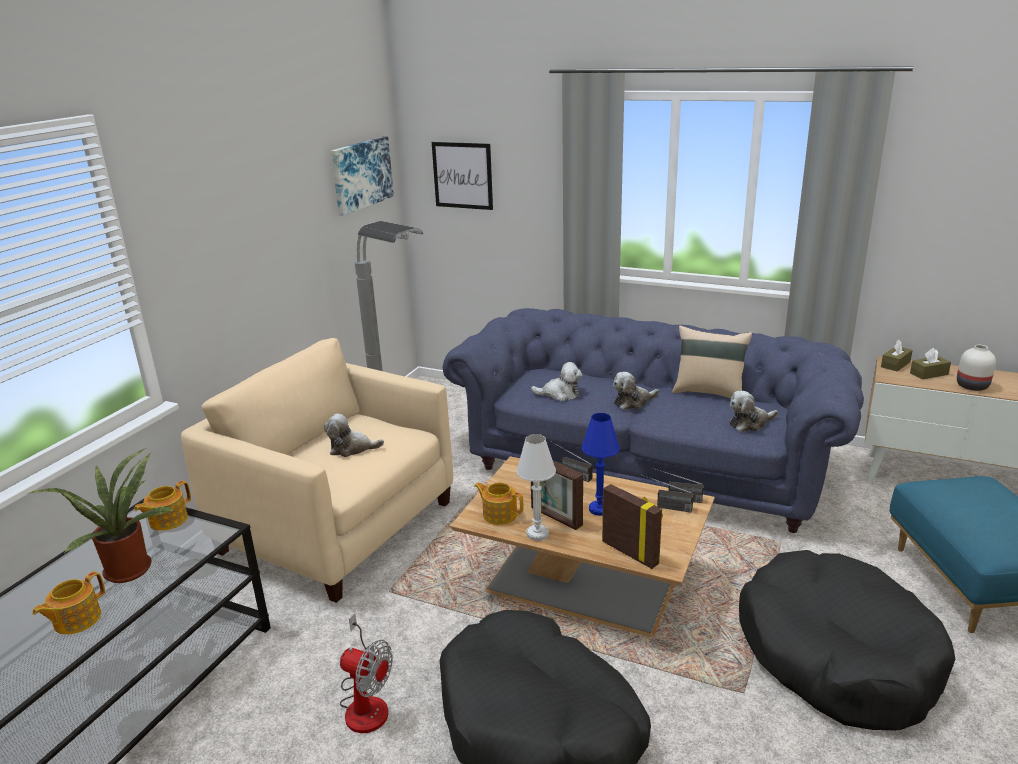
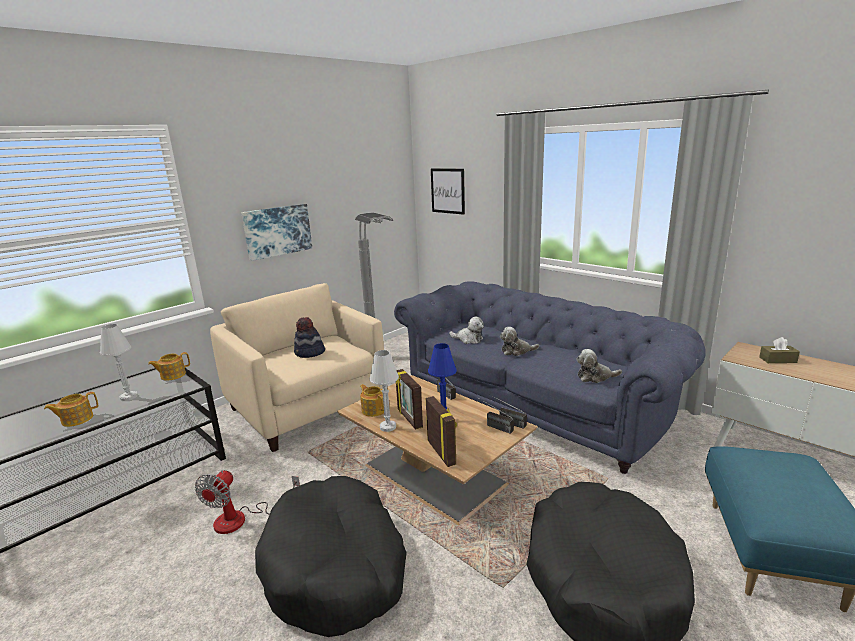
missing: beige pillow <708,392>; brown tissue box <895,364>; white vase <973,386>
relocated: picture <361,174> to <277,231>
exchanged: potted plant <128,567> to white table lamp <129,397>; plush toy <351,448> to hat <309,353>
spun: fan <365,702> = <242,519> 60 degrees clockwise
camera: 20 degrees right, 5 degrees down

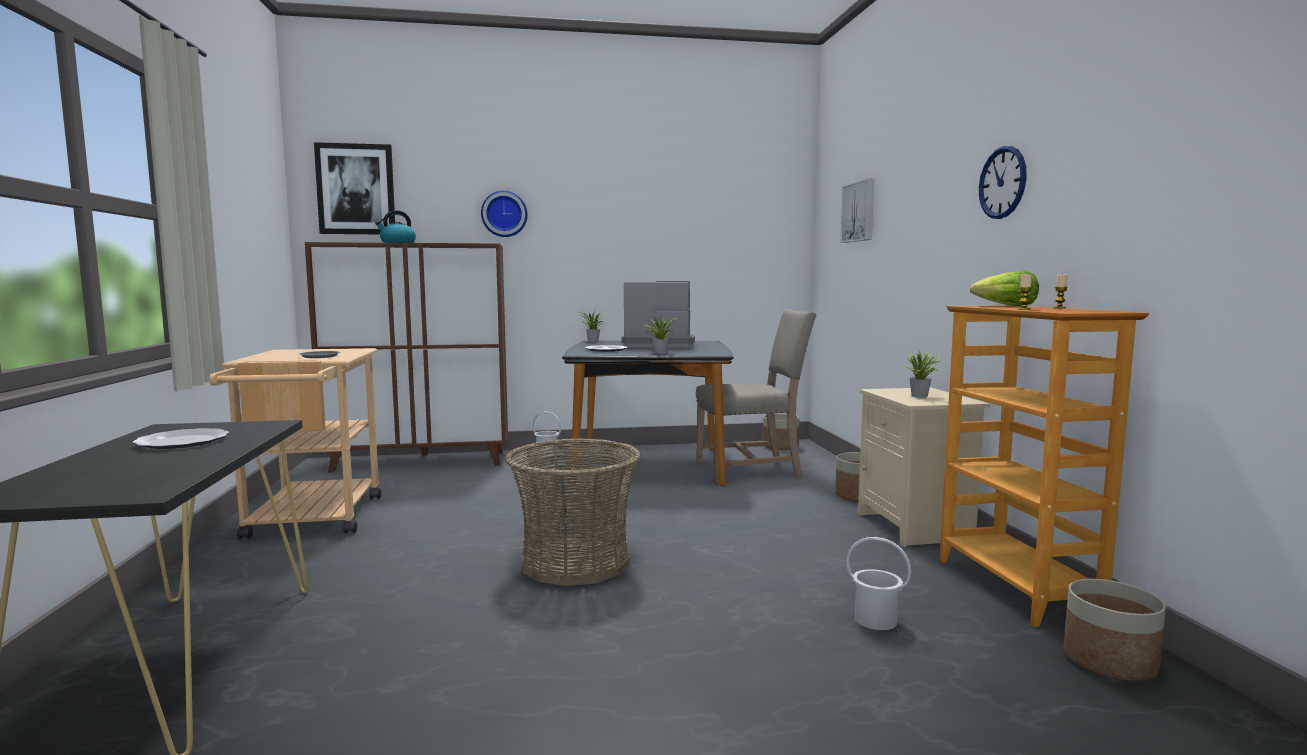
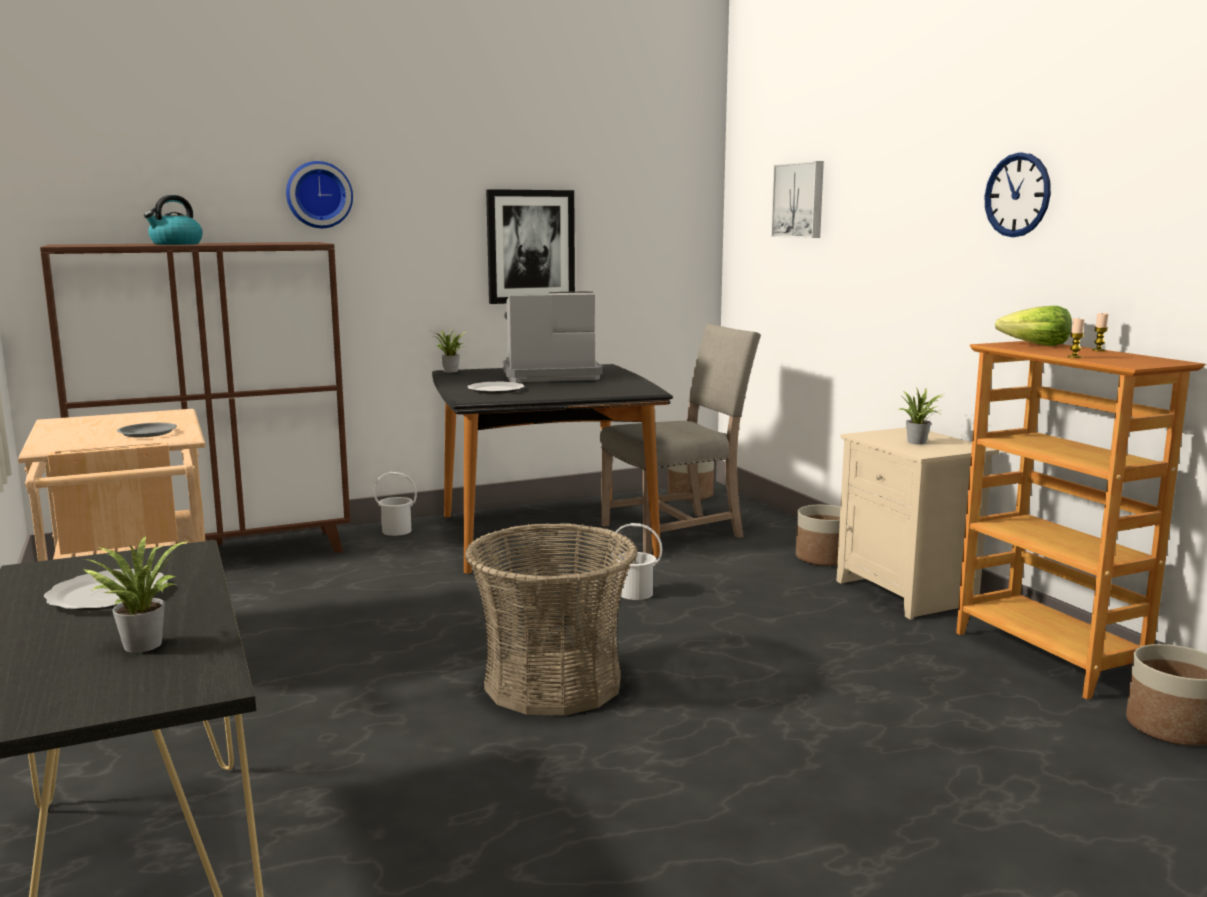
relocated: picture <356,189> to <530,246>; potted plant <659,353> to <140,644>; white bucket <875,620> to <635,593>
camera: 15 degrees left, 5 degrees up

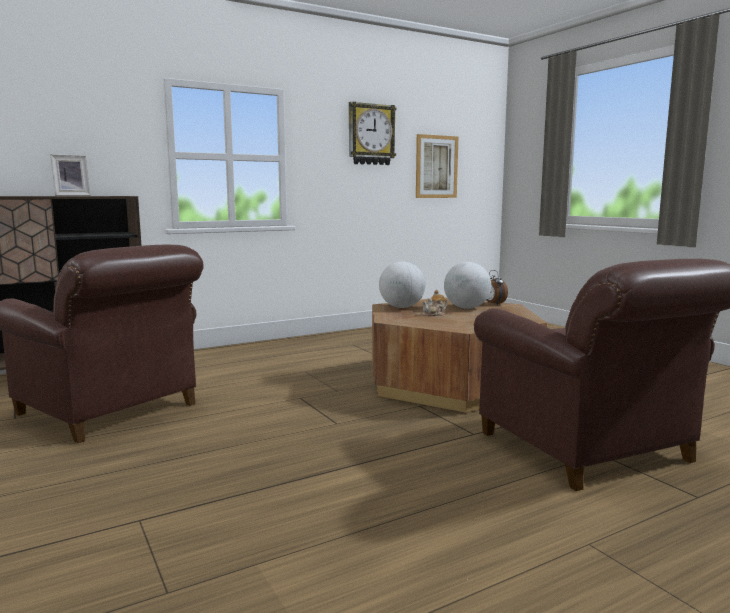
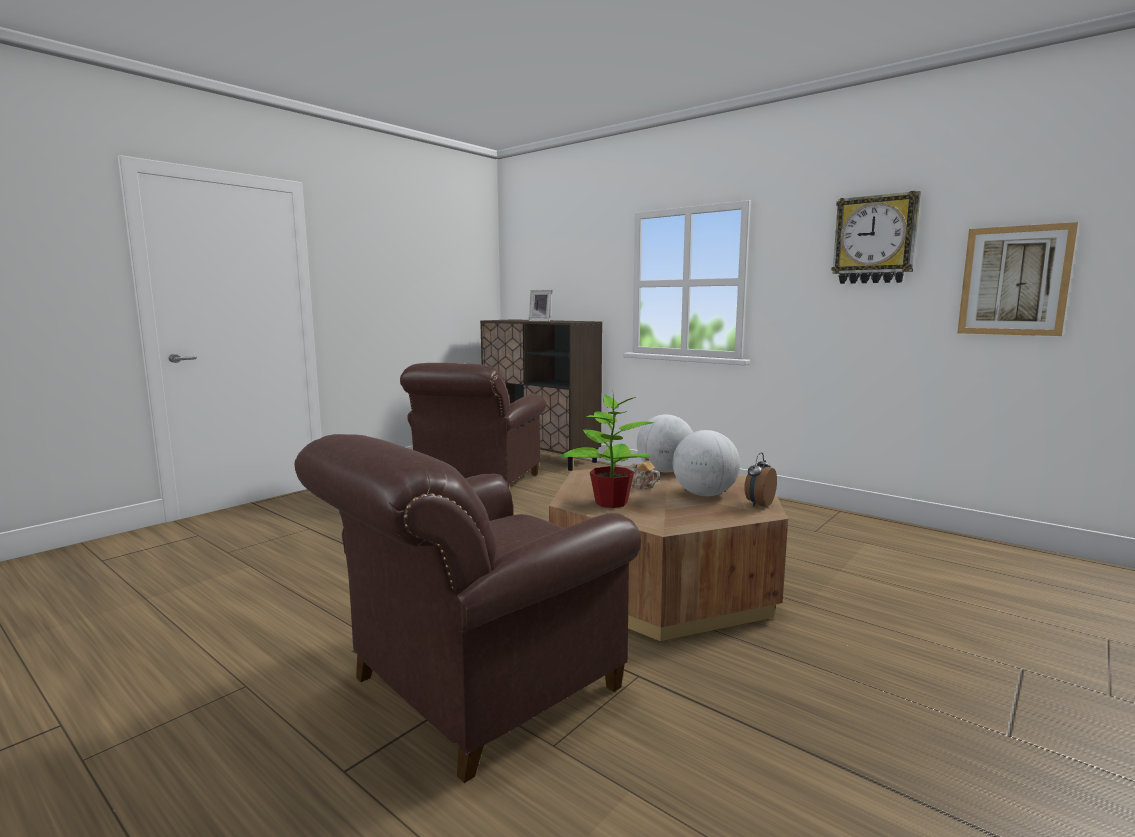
appeared: potted plant <610,502>
camera: 70 degrees right, 0 degrees up

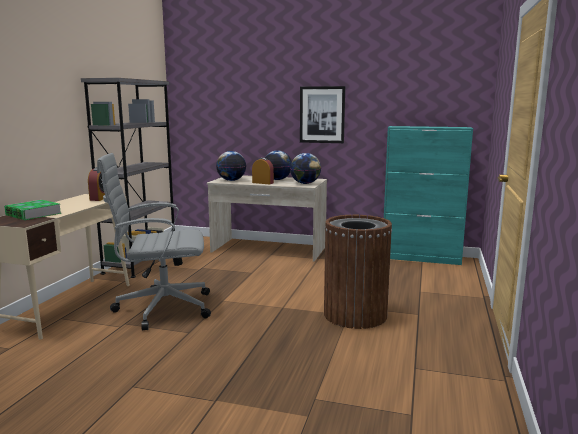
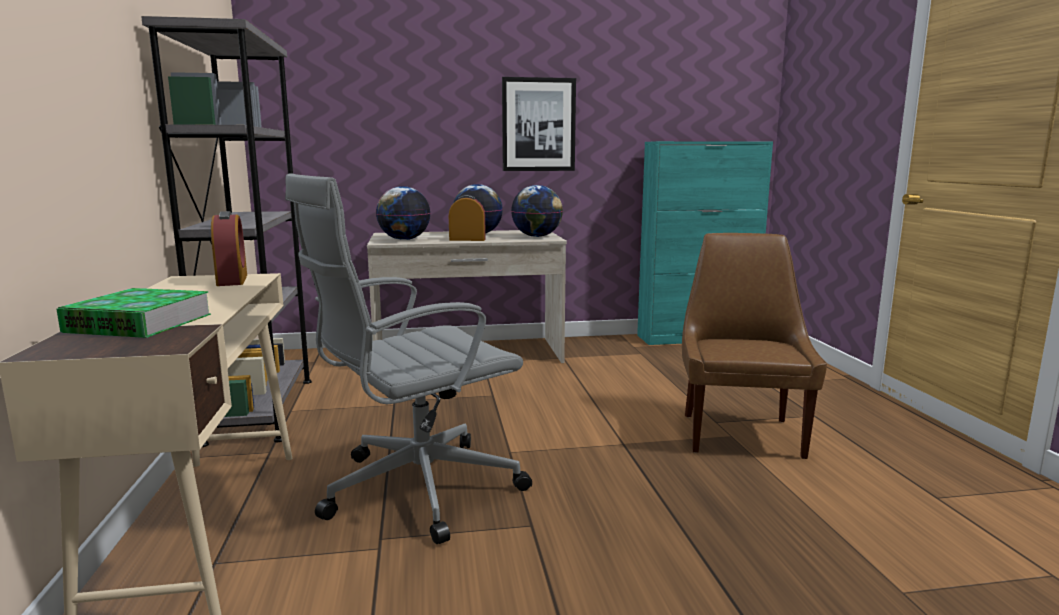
exchanged: brown trash can <355,315> to brown chair <740,433>
camera: 25 degrees left, 0 degrees up

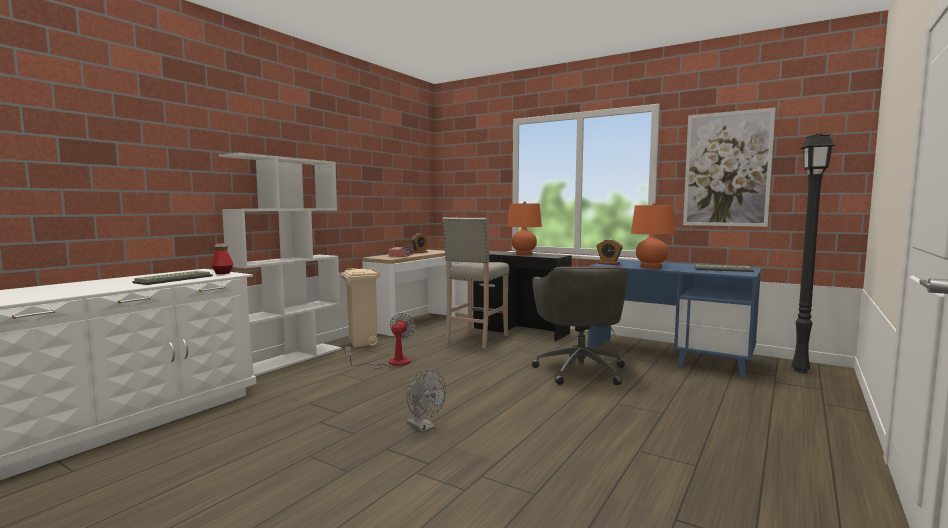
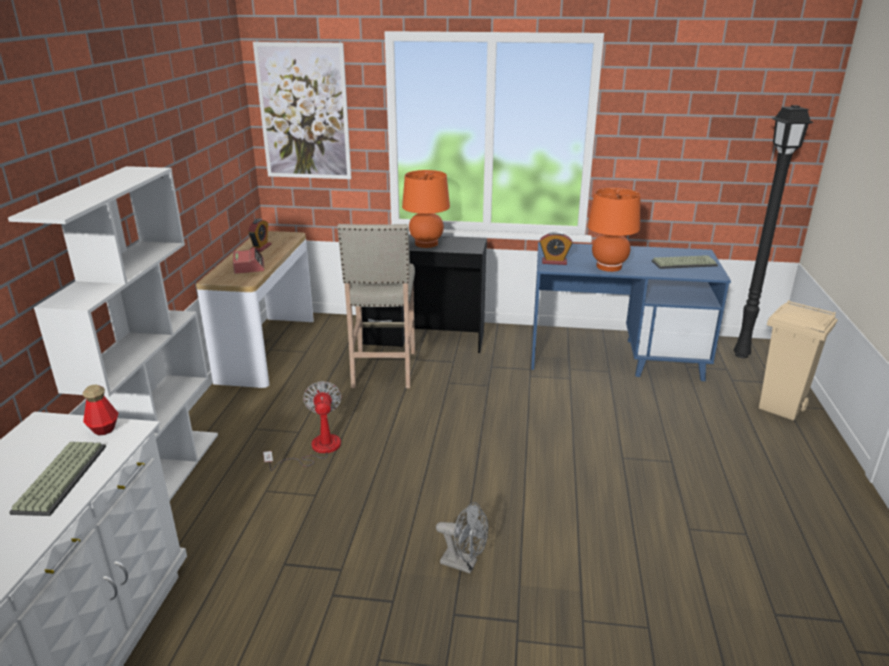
missing: grey office chair <580,370>
relocated: beige trash can <362,343> to <781,408>; picture <727,169> to <304,112>
camera: 25 degrees left, 20 degrees up

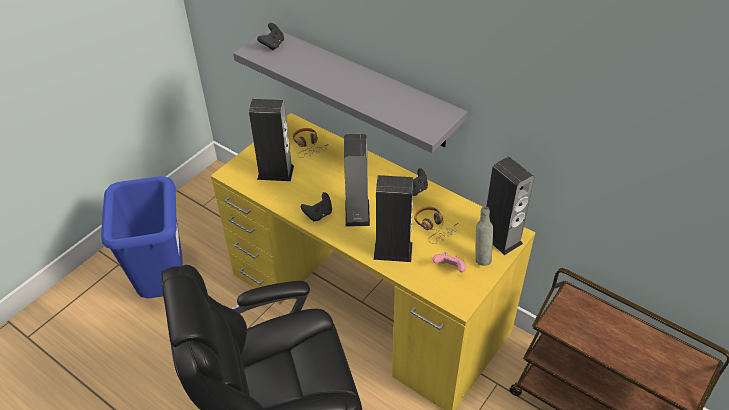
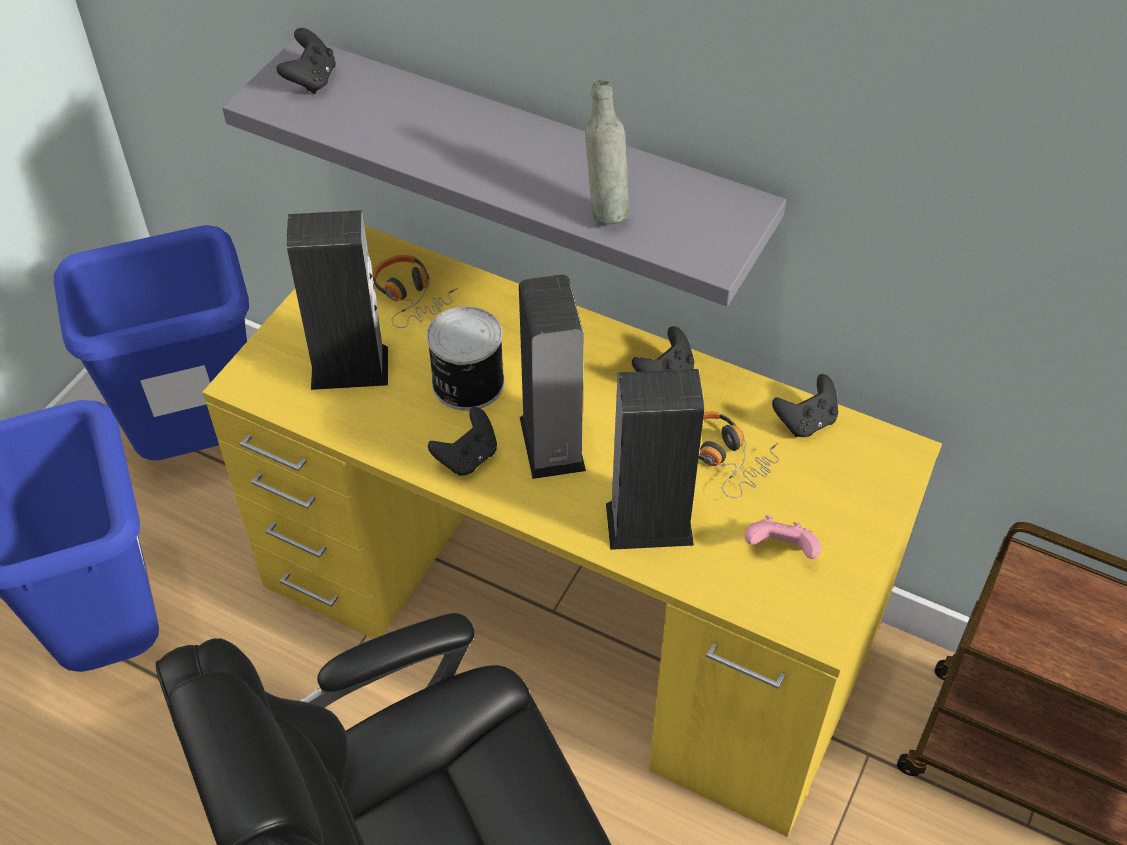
missing: speaker <500,238>
appeared: blue trash can <203,446>; can <466,383>; black game controller <806,422>
relocated: grey bottle <481,257> to <605,209>
camera: 10 degrees left, 5 degrees up

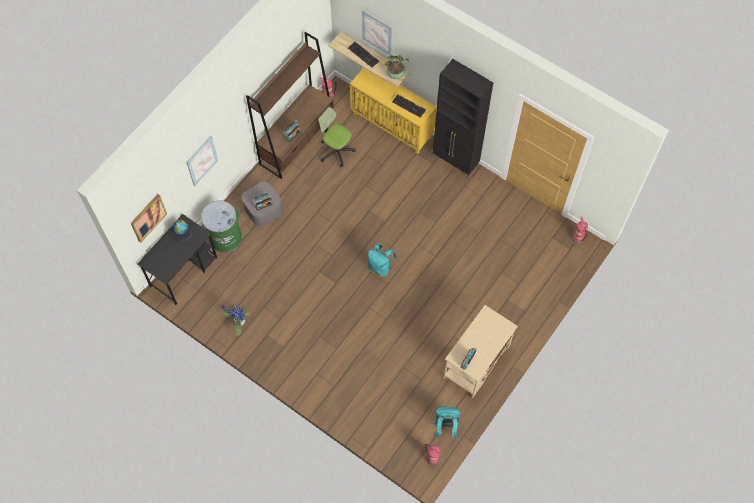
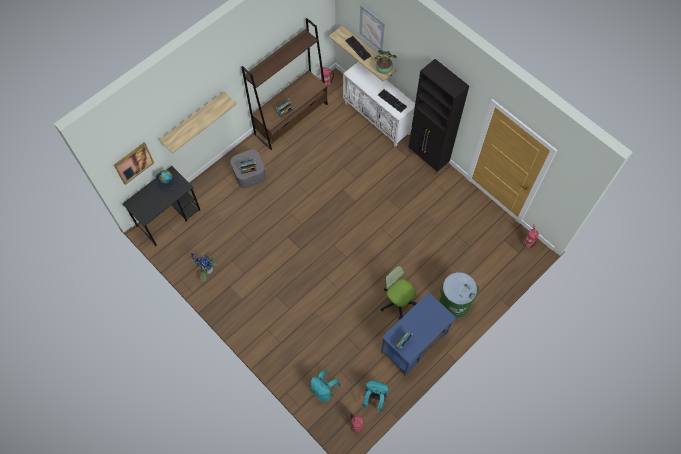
relocated: green trash can <225,237> to <454,304>; office chair <336,151> to <397,301>; turquoise backpack <380,267> to <324,390>
exchanged: picture <202,160> to shelf <193,119>
colour: yellow cabinet <393,125> to white cabinet <378,118>; beige desk <476,362> to blue desk <413,343>
camera: 10 degrees right, 0 degrees up

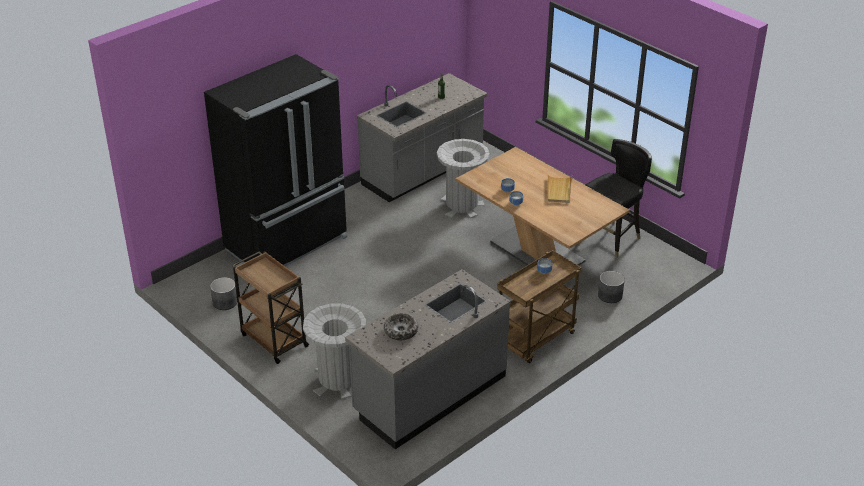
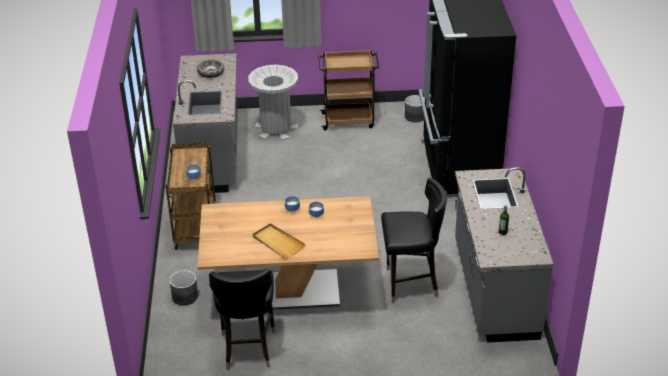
exchanged: grey trash can <462,205> to black chair <410,284>
camera: 130 degrees right, 0 degrees up

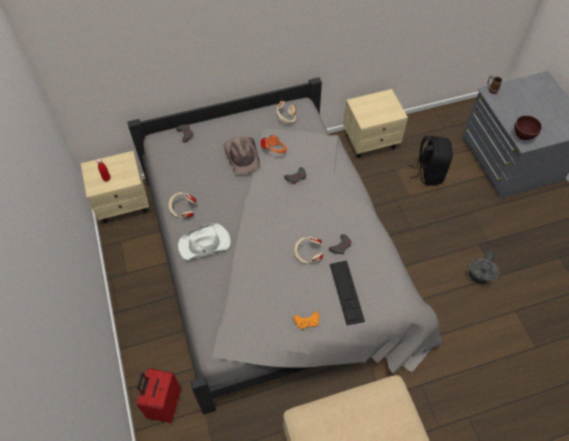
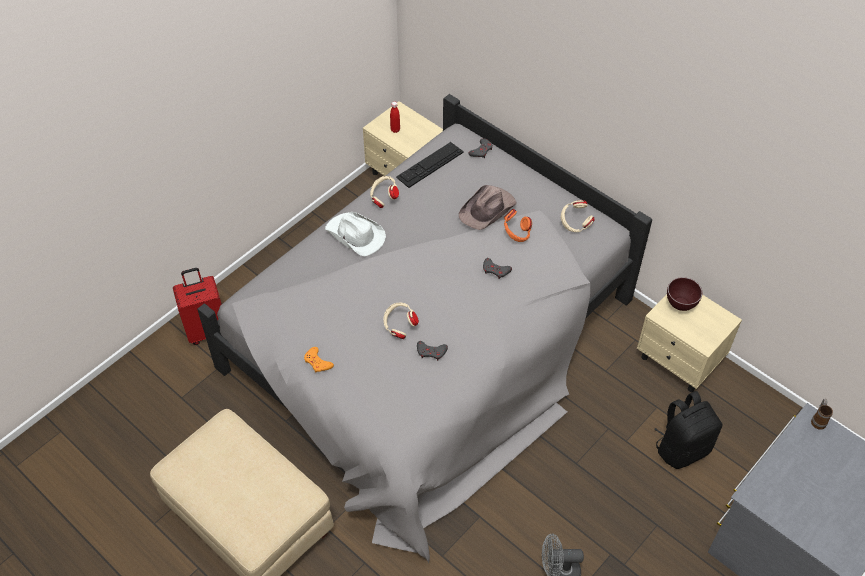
relocated: keyboard <346,292> to <430,164>; brown bowl <522,136> to <681,305>
camera: 60 degrees right, 5 degrees down

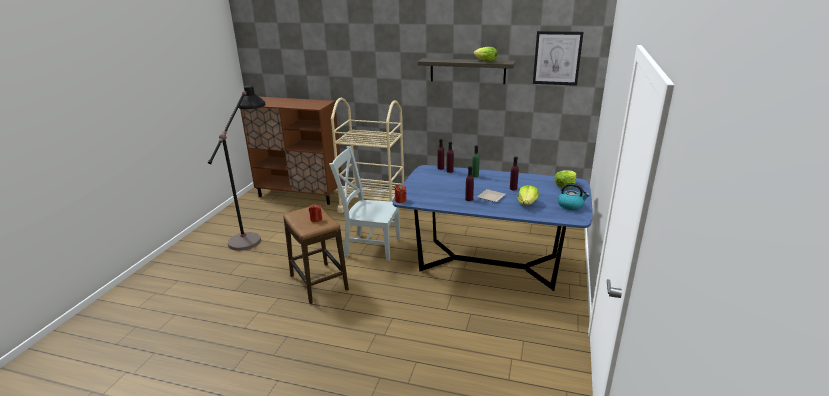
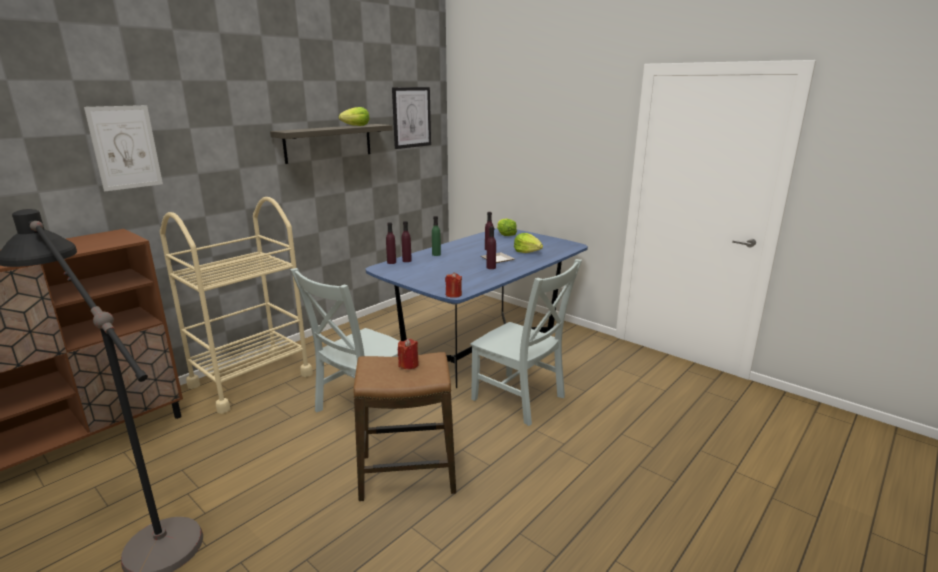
missing: kettle <571,205>
appeared: picture <125,147>; grey chair <521,400>
camera: 65 degrees left, 5 degrees down

